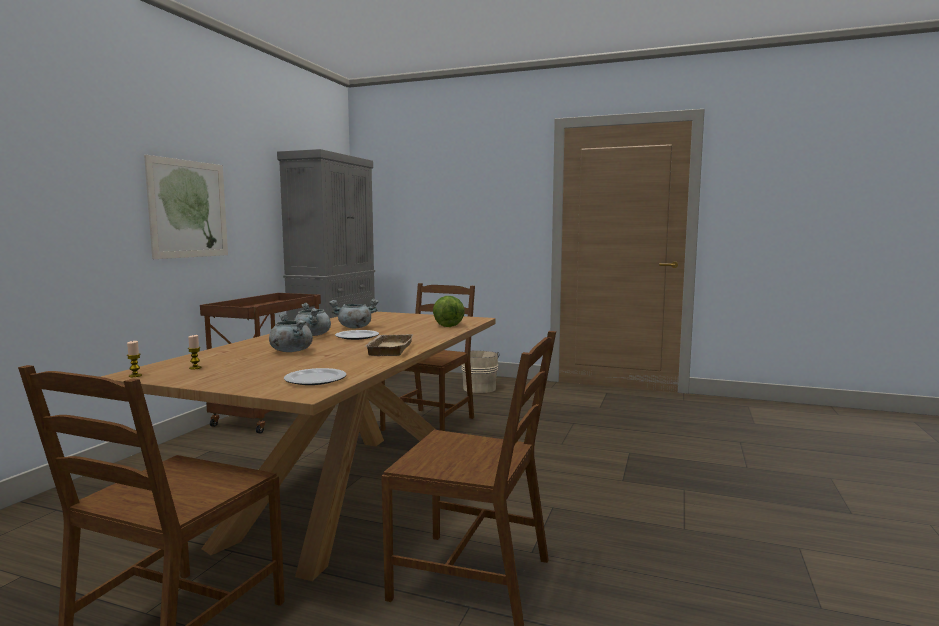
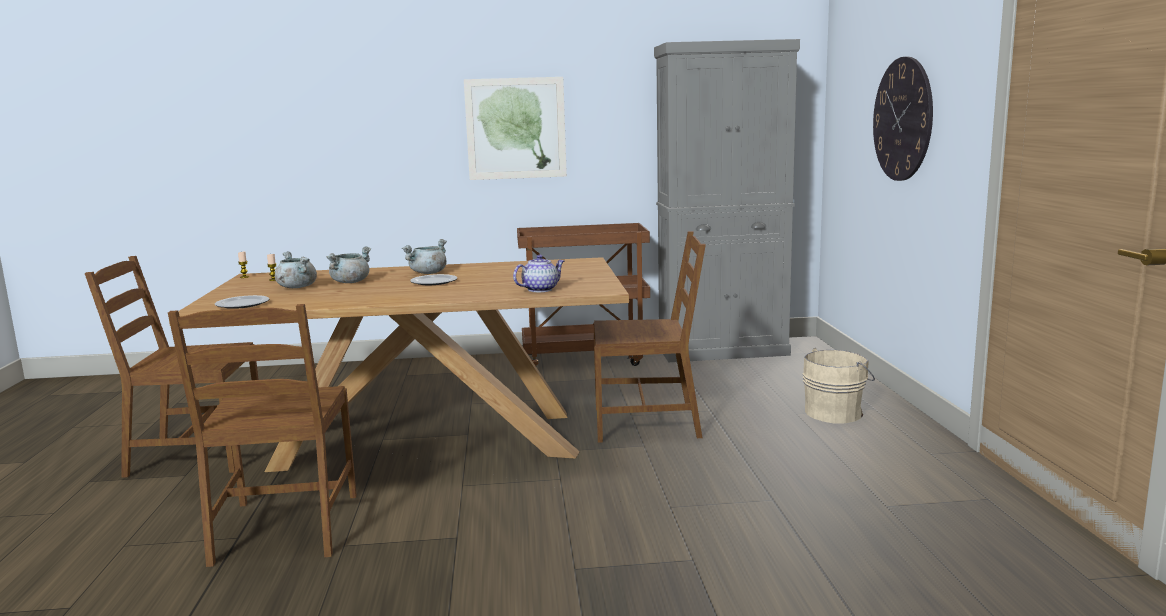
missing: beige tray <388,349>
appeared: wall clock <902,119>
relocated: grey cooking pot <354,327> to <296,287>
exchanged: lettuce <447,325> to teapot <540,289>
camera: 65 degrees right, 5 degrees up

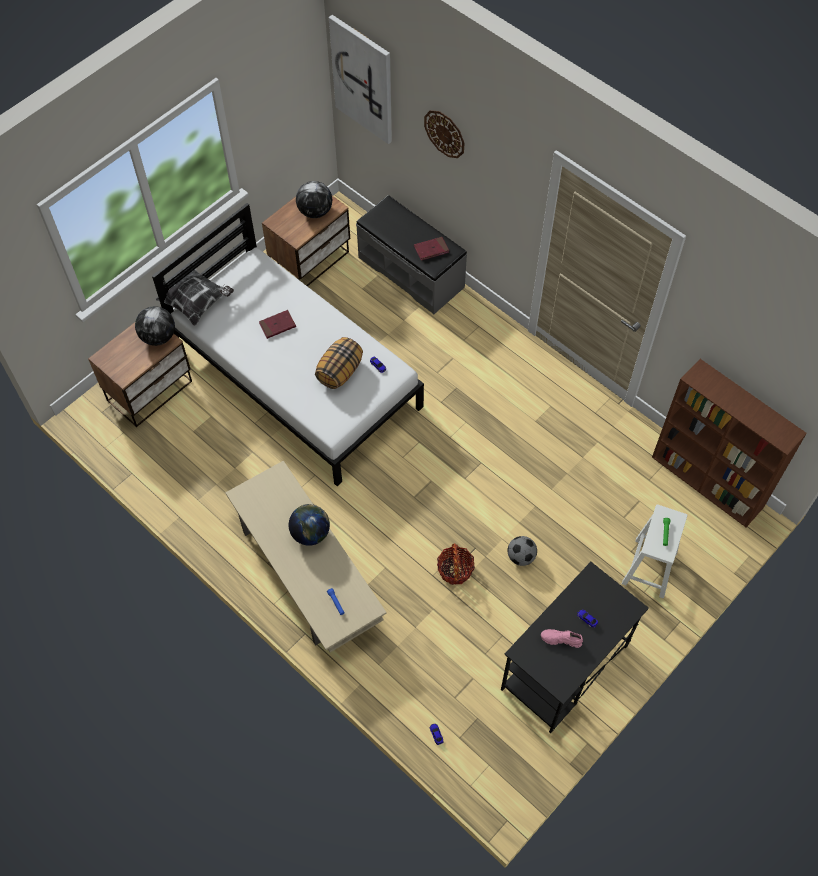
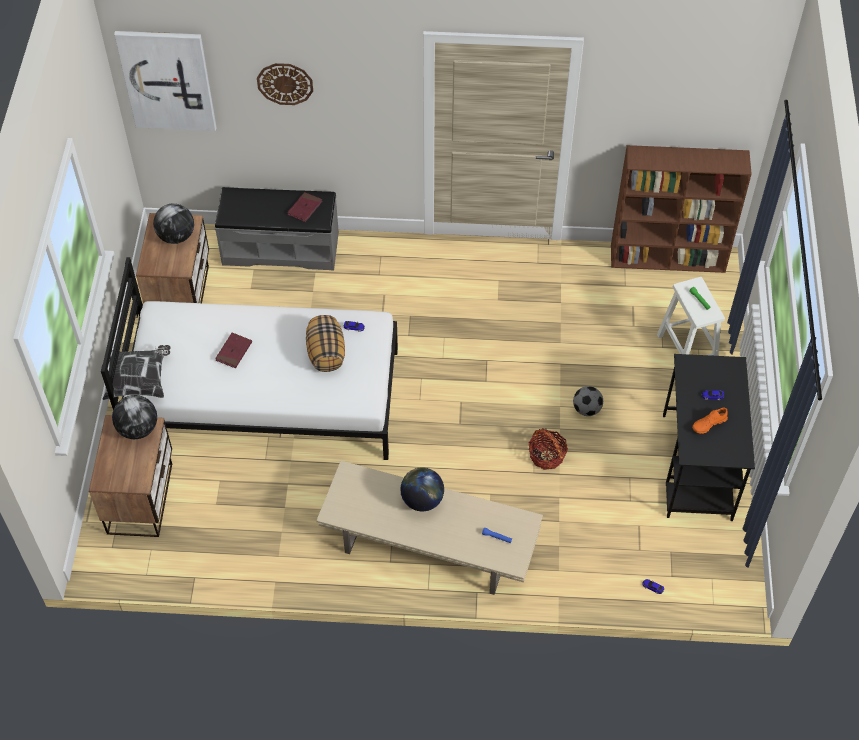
colour: pink shoe <561,639> to orange shoe <709,424>
camera: 40 degrees left, 5 degrees down

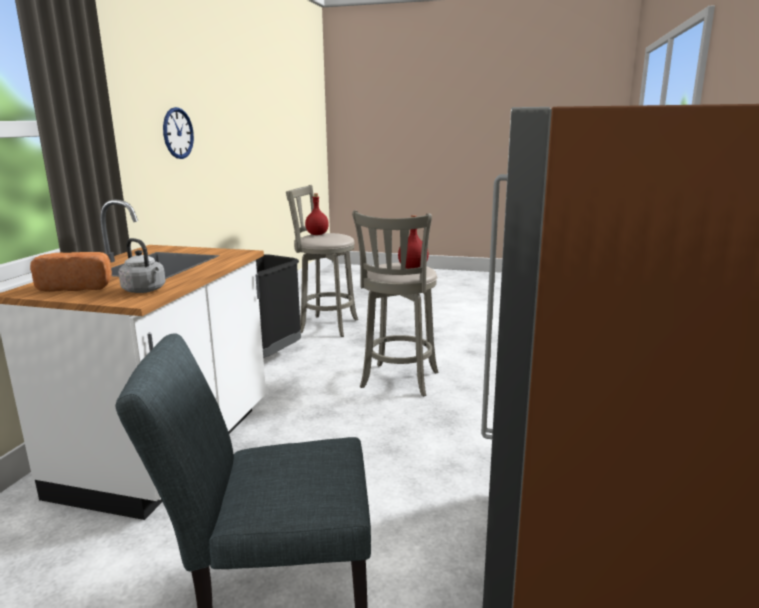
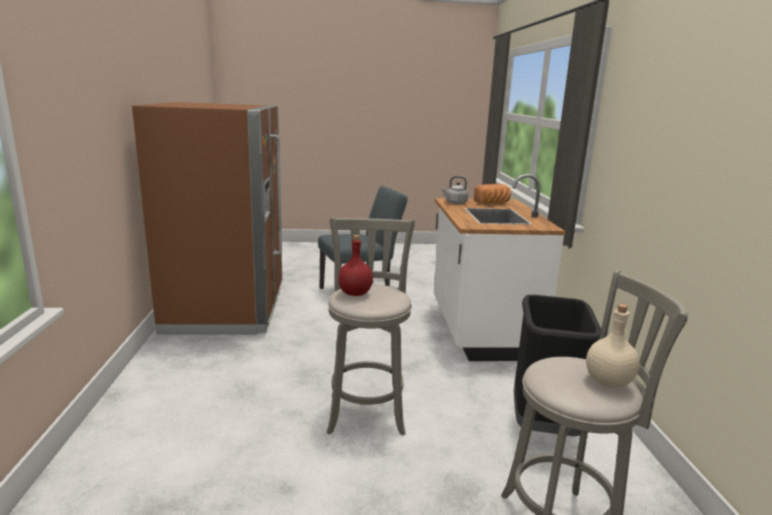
missing: wall clock <178,133>
colour: red bottle <317,234> to beige bottle <607,382>
camera: 160 degrees right, 0 degrees up

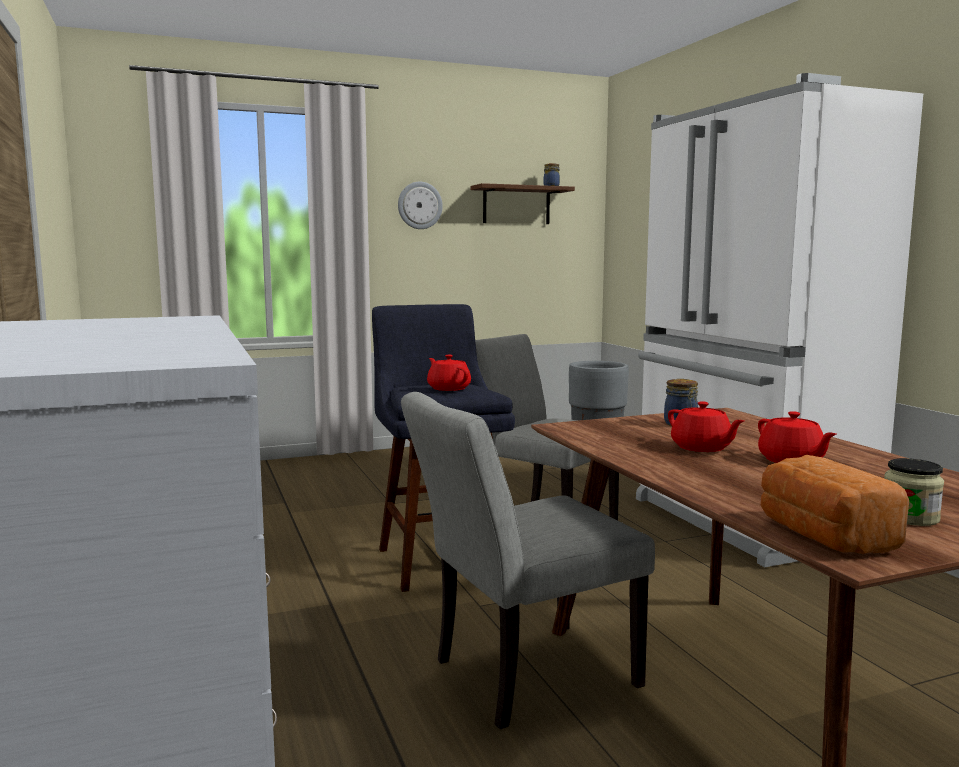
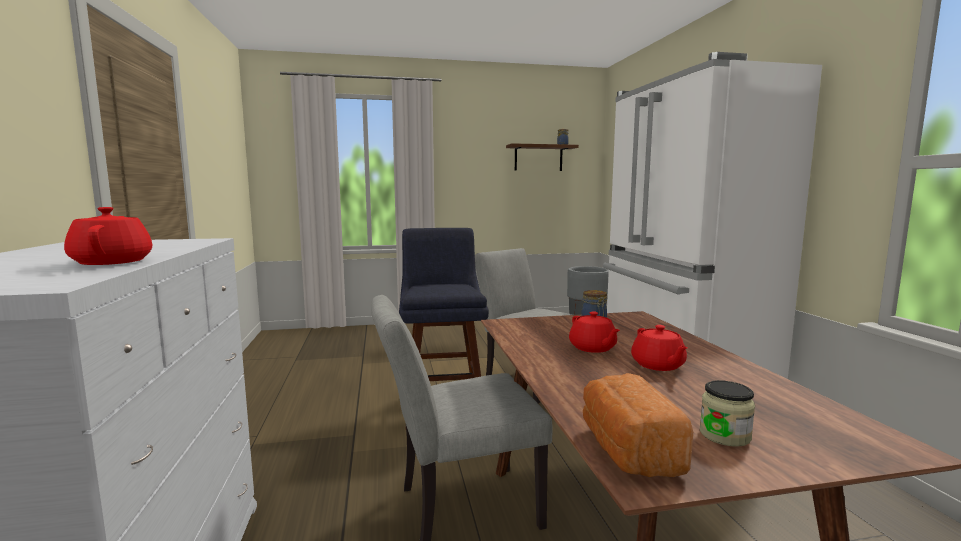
missing: wall clock <419,205>
relocated: red teapot <448,388> to <113,262>
camera: 10 degrees right, 0 degrees up

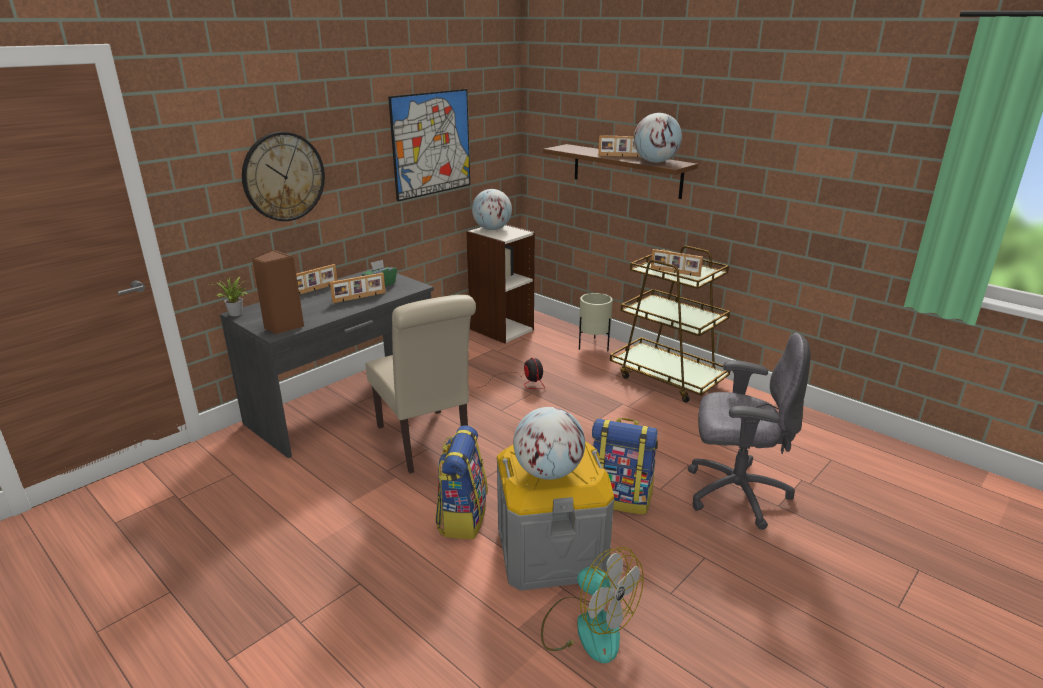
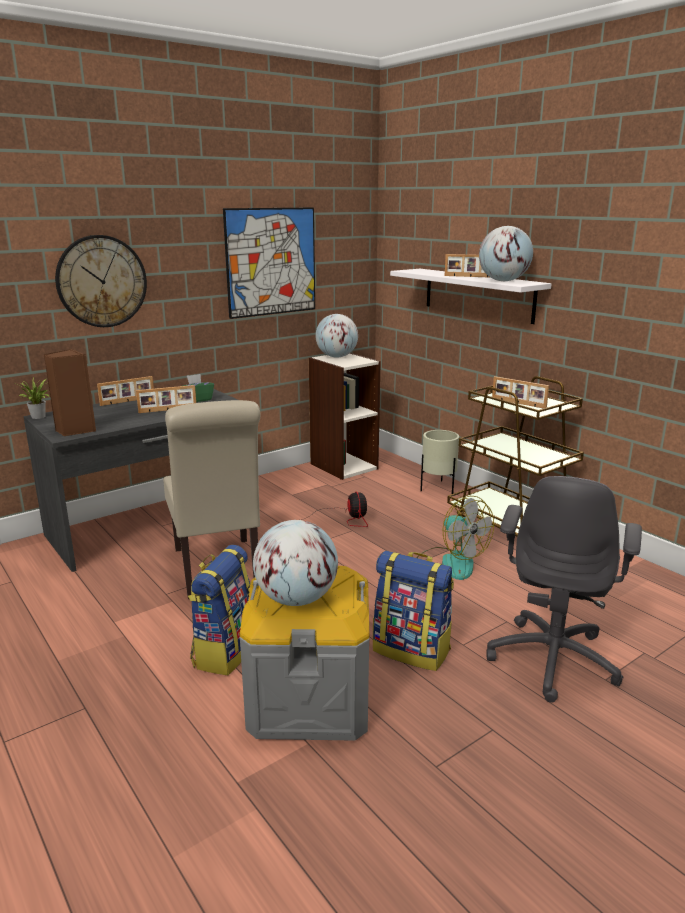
relocated: fan <587,627> to <450,562>
colour: brown shelf <626,170> to white shelf <478,294>
spun: grey office chair <734,493> = <553,659> 90 degrees clockwise
camera: 10 degrees right, 5 degrees down

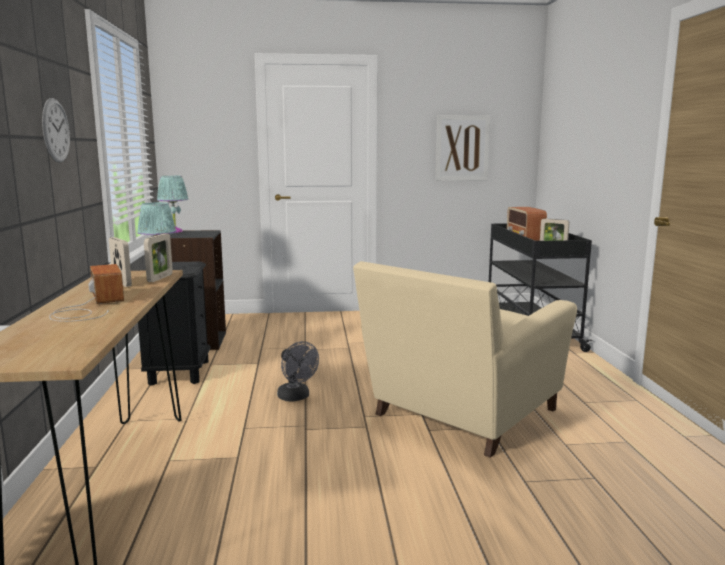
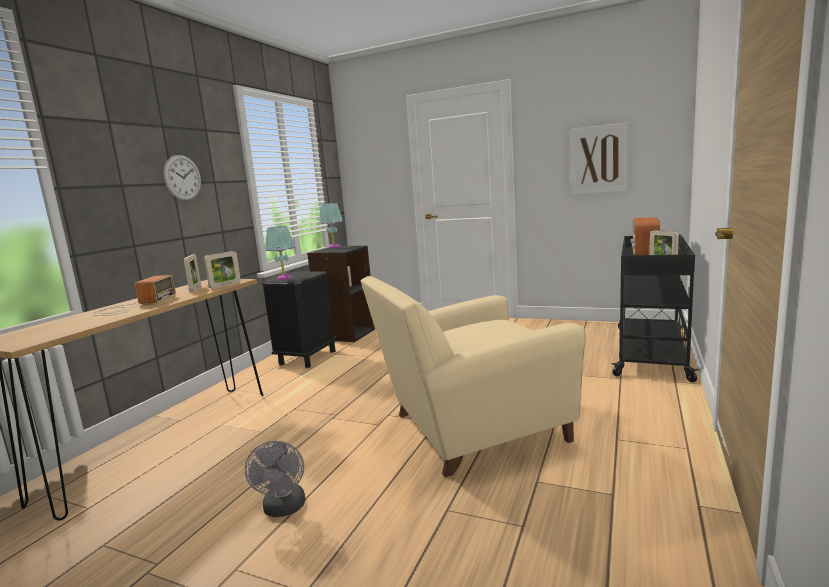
relocated: grey fan <296,397> to <284,509>
camera: 30 degrees right, 0 degrees up

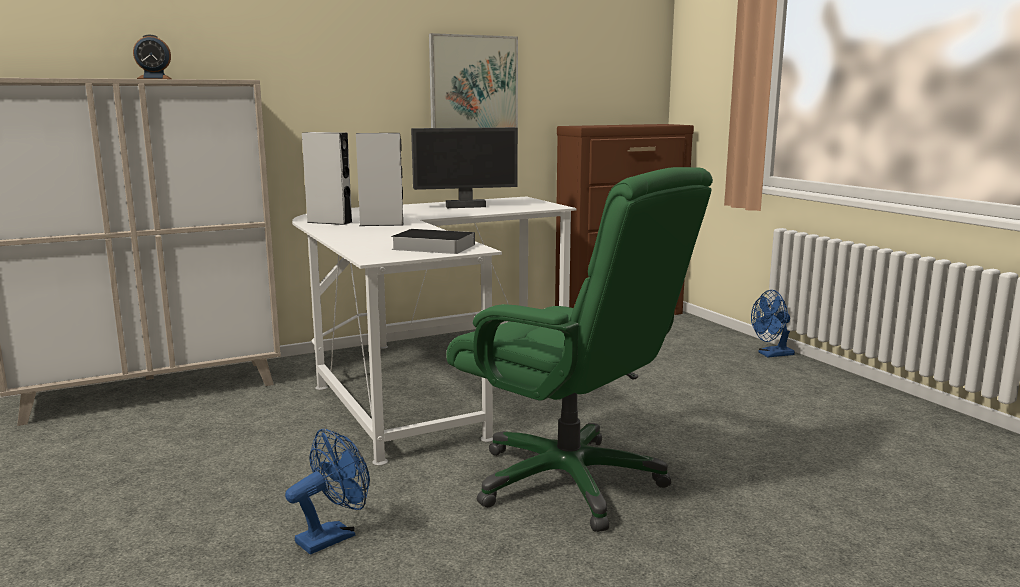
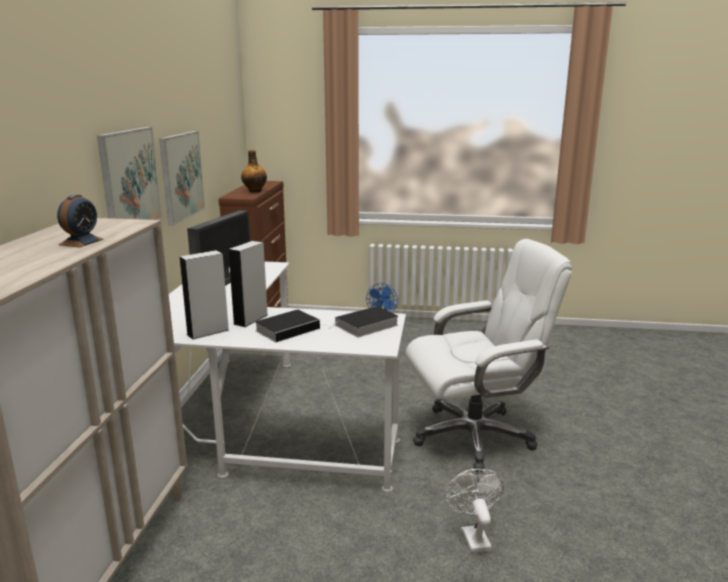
appeared: picture <130,181>; bottle <255,191>; book <288,329>
colour: blue fan <333,536> to white fan <473,535>; green office chair <570,481> to white office chair <474,436>
camera: 55 degrees left, 5 degrees up

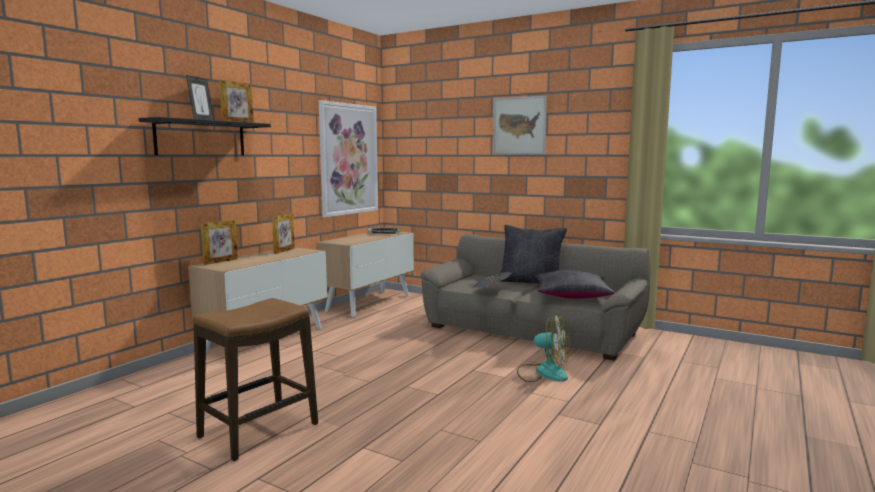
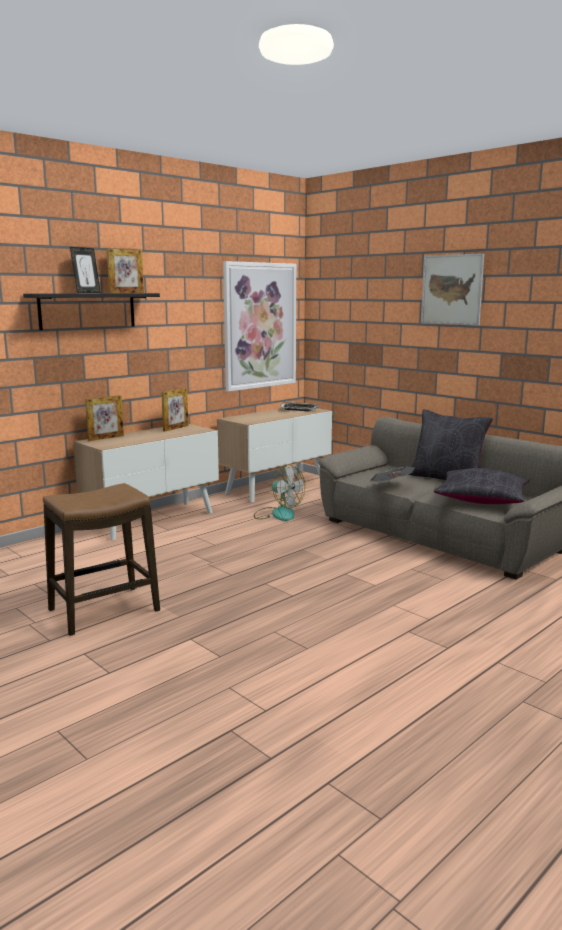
relocated: fan <543,372> to <278,514>
camera: 15 degrees right, 5 degrees up

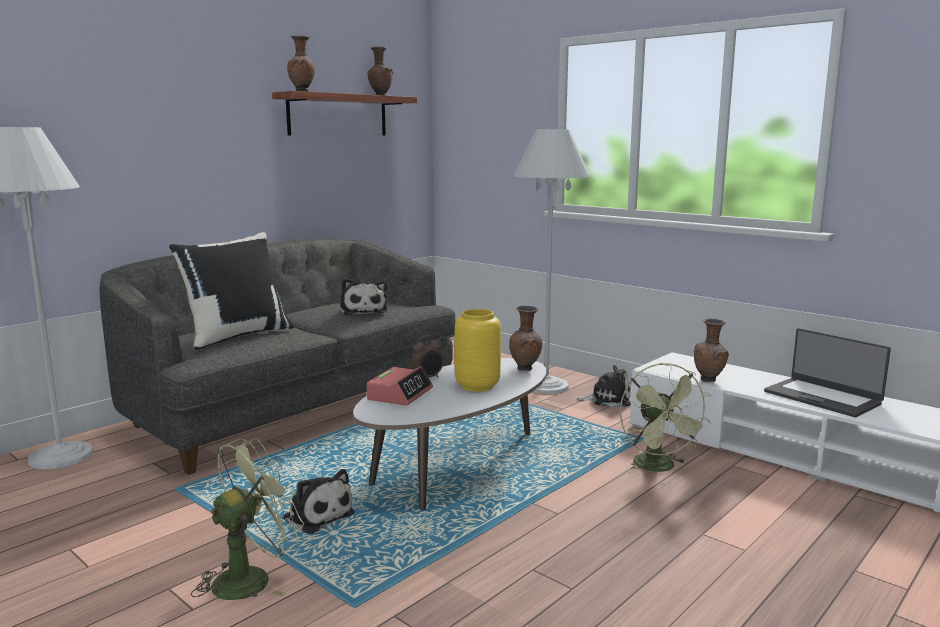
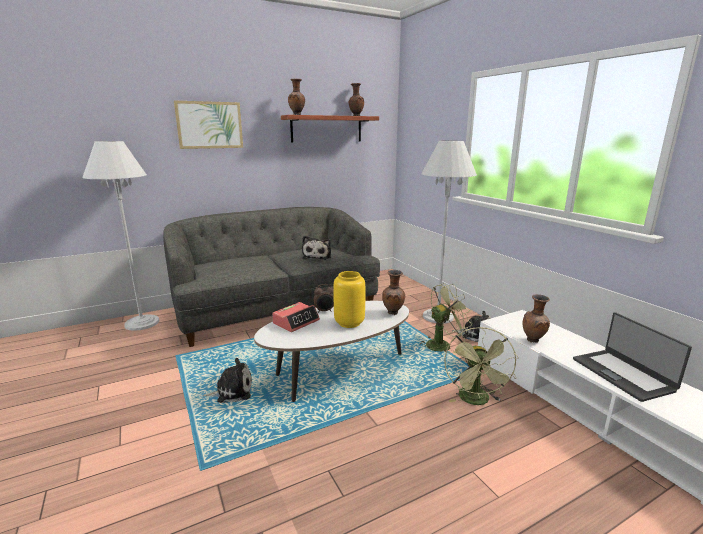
missing: black pillow <237,336>
appeared: picture <209,125>
relocated: green fan <251,578> to <442,344>
spun: plush toy <316,515> = <232,391> 75 degrees counterclockwise
camera: 20 degrees right, 5 degrees up

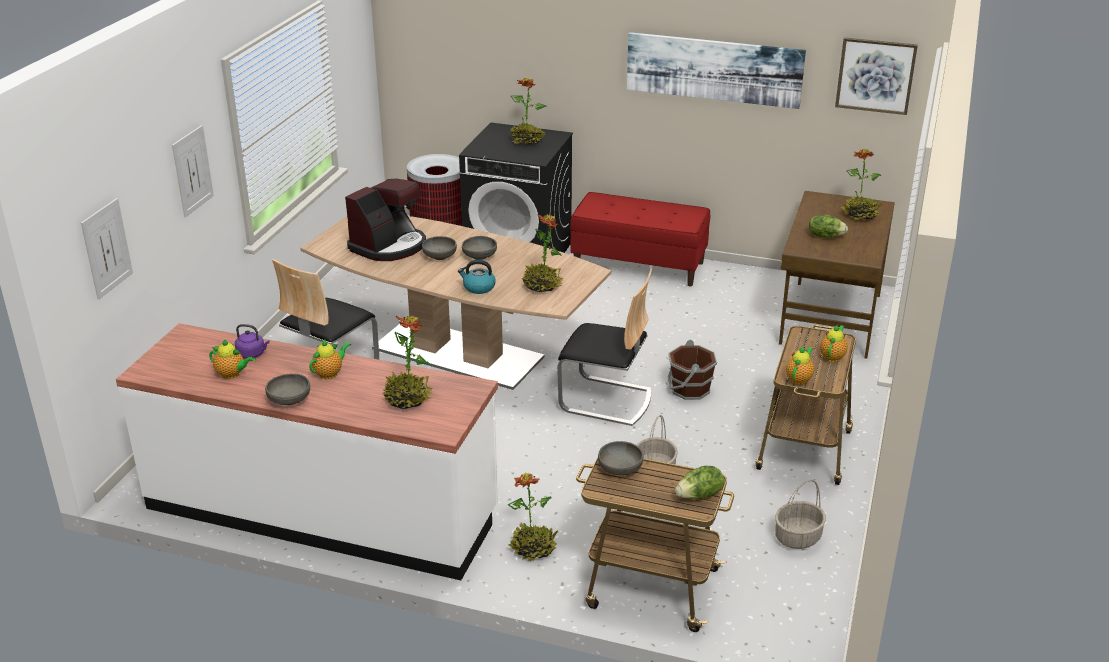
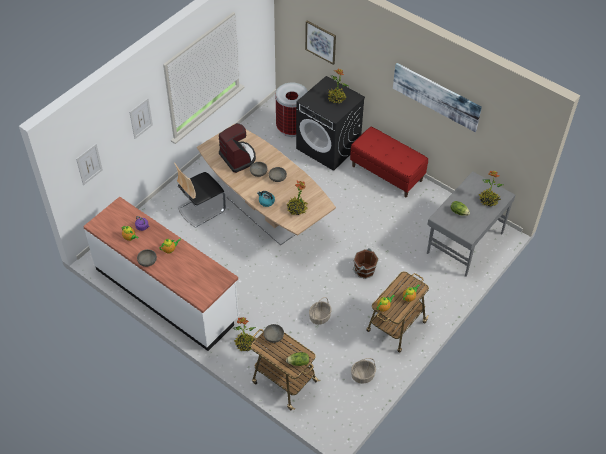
missing: potted plant <408,399>; chair <606,400>
relocated: picture <875,75> to <320,42>
colour: brown desk <829,319> to grey desk <464,242>
spun: coffee machine <389,246> = <238,157> 90 degrees counterclockwise
camera: 20 degrees right, 20 degrees up

